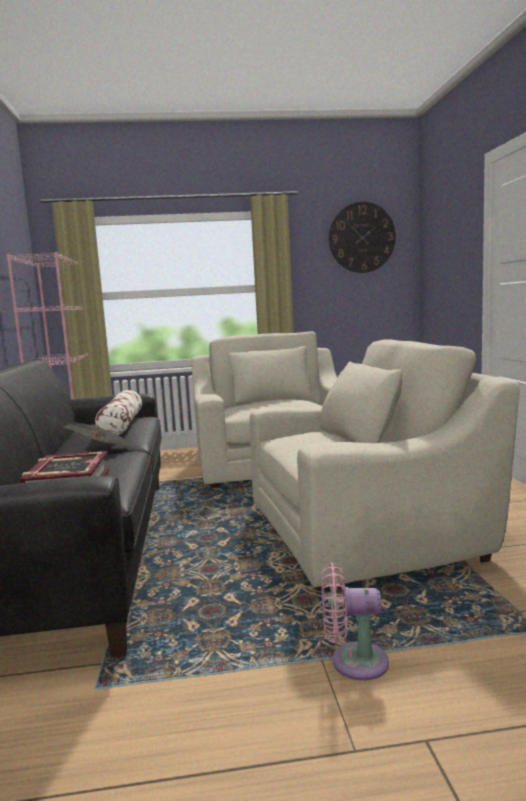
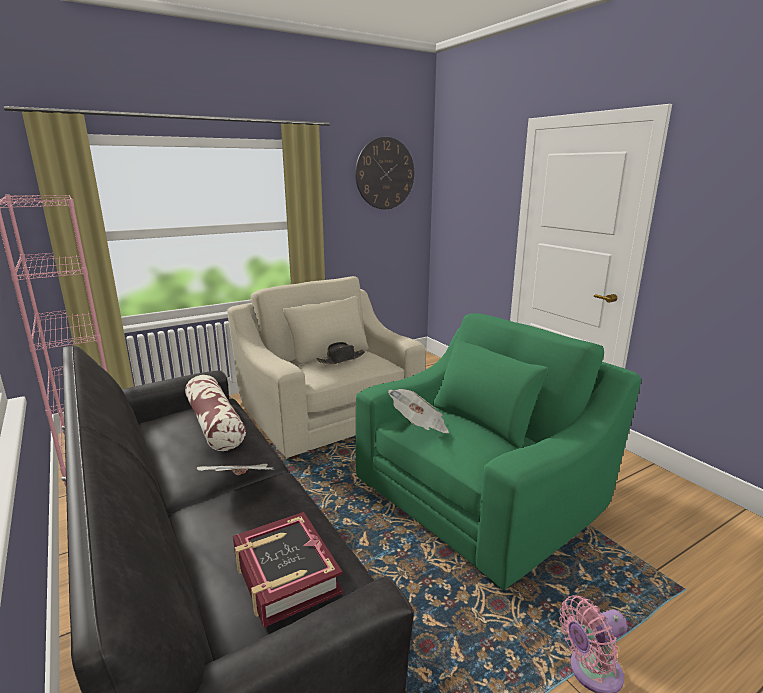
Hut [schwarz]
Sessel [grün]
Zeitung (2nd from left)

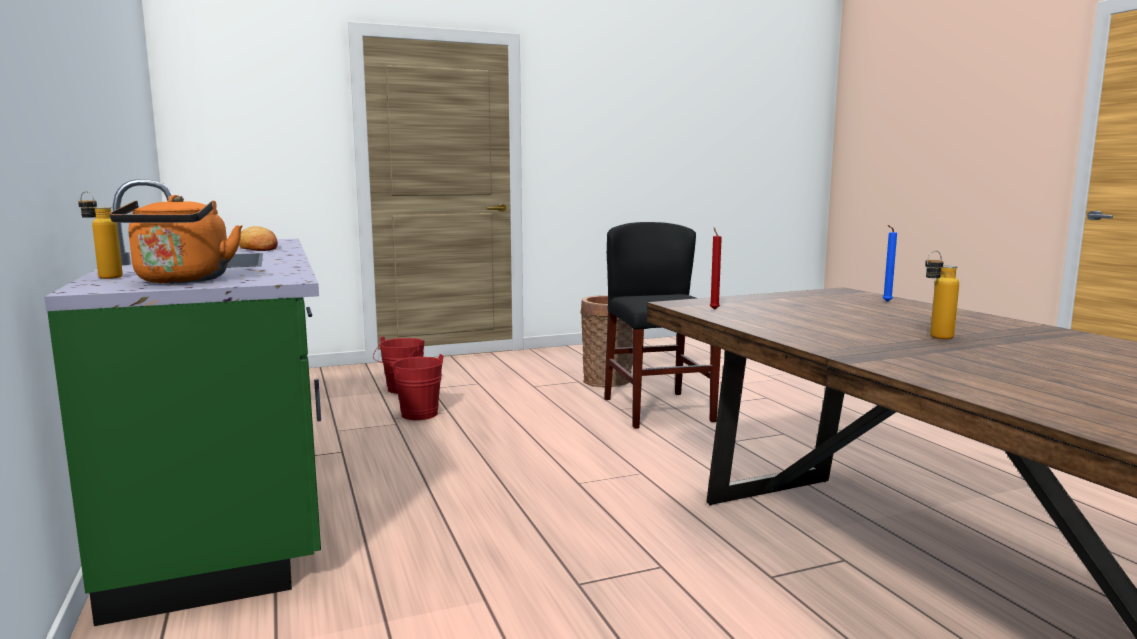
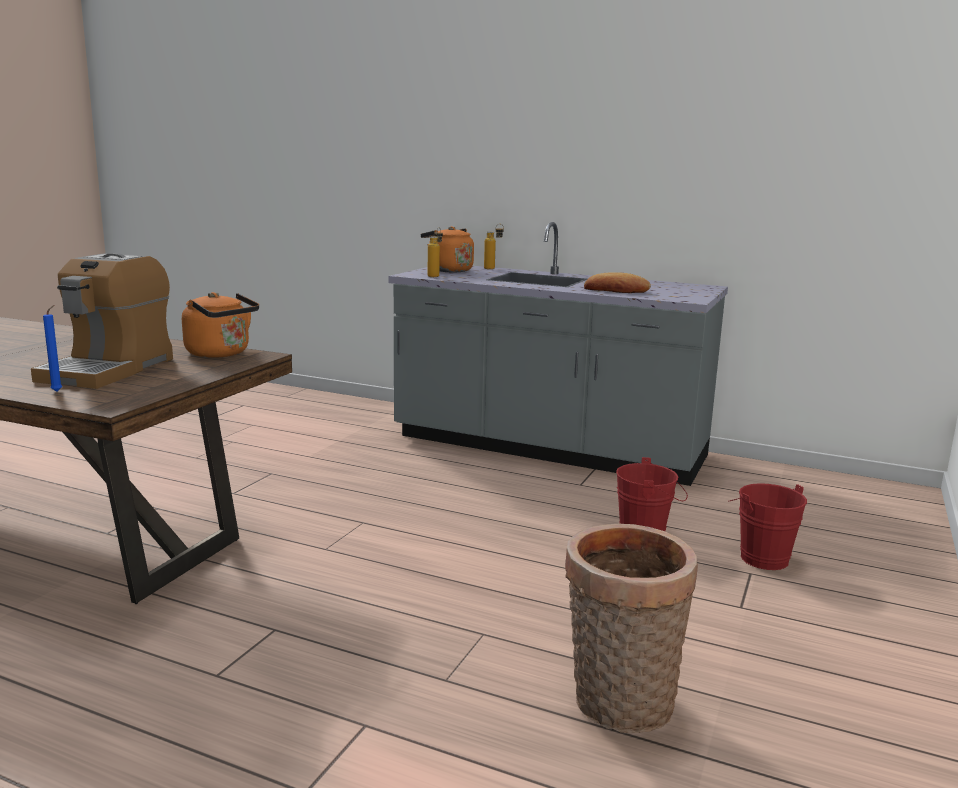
Kaffeemaschine
Wasserkessel [orange] (1st from left)
Küchenzeile [grau]
Flasche (1st from left)
Stuhl [schwarz]

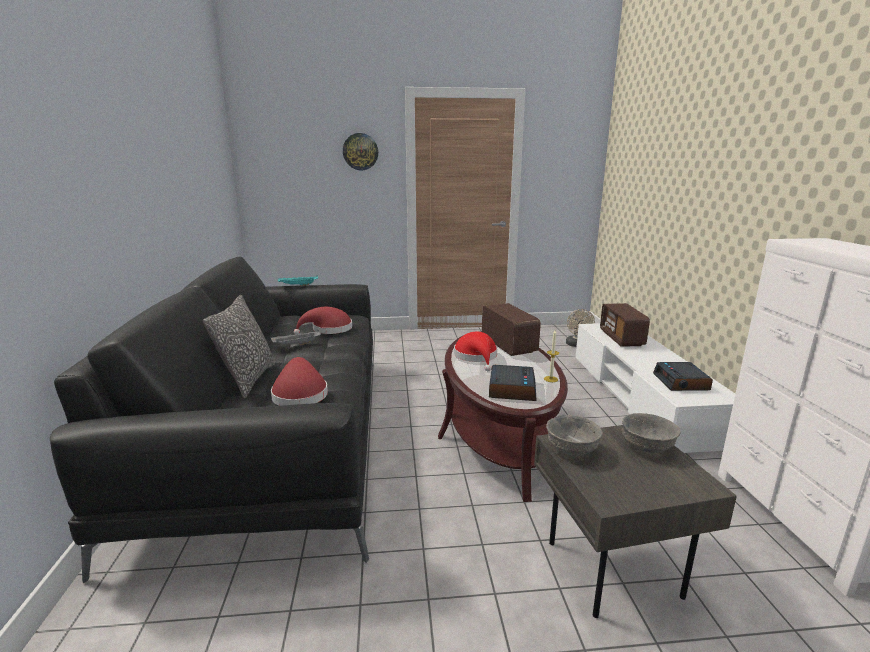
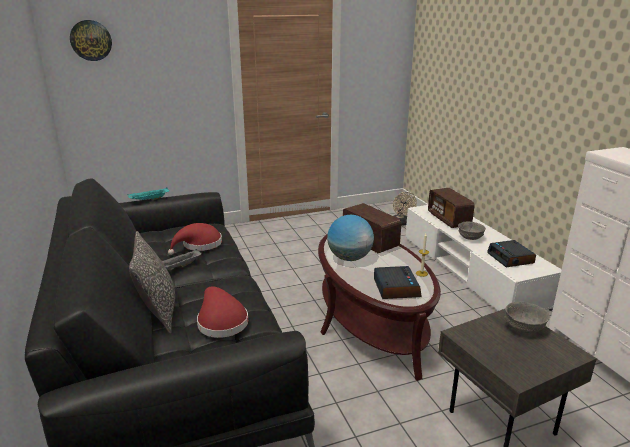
Wanduhr
Globus
Schüssel [grau] (1st from left)

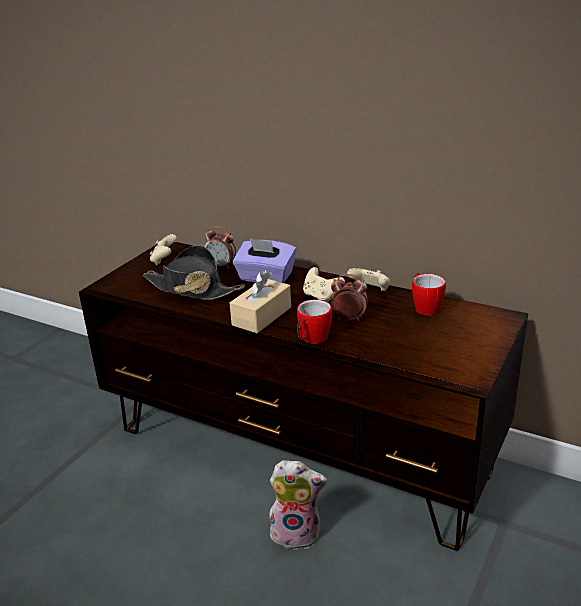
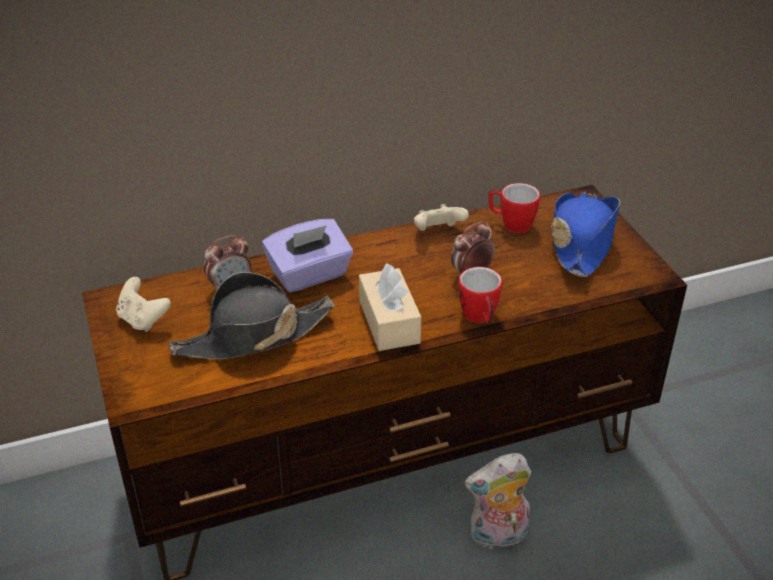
Plüschtier
Hut [blau]
Gamepad [beige] (2nd from left in the first image)

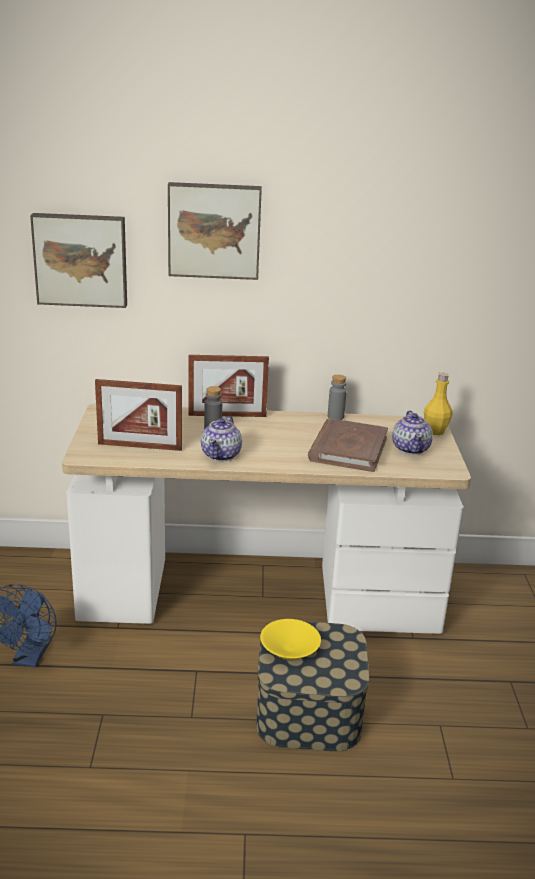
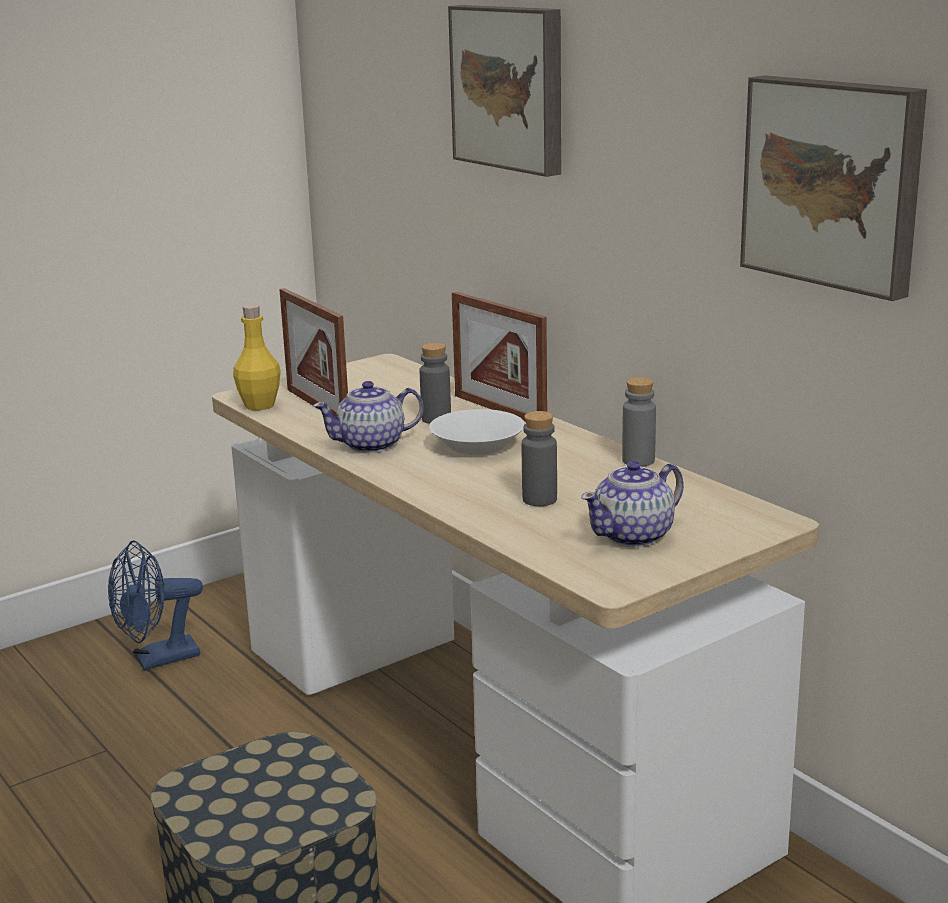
Flasche [gelb]
Schüssel [weiß]
Flasche [grau] (2nd from left)
Bild (2nd from left)
Schüssel [gelb]

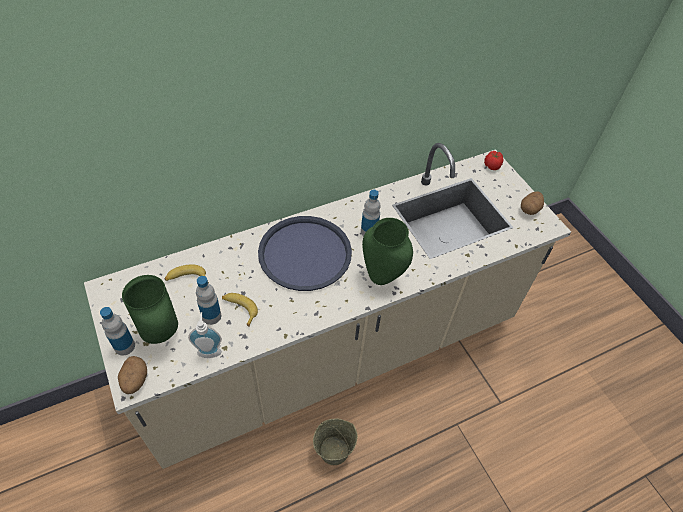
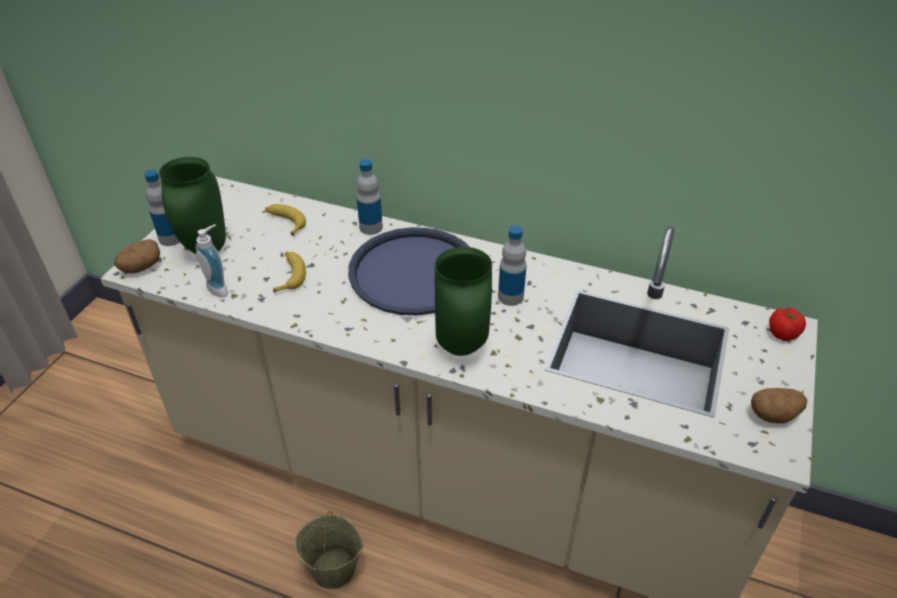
Flasche (2nd from left)

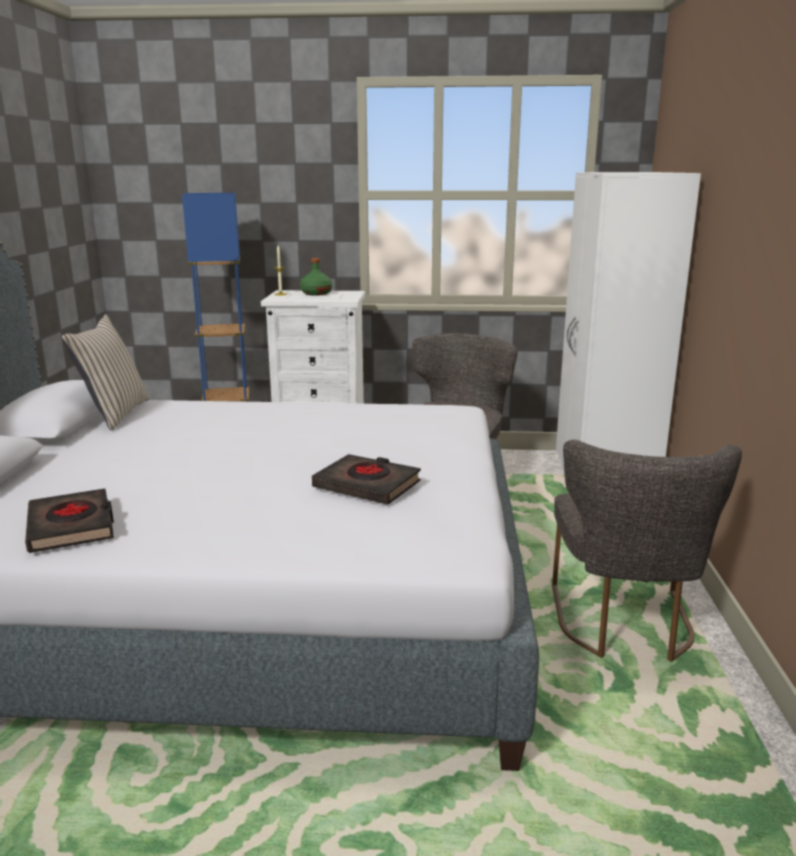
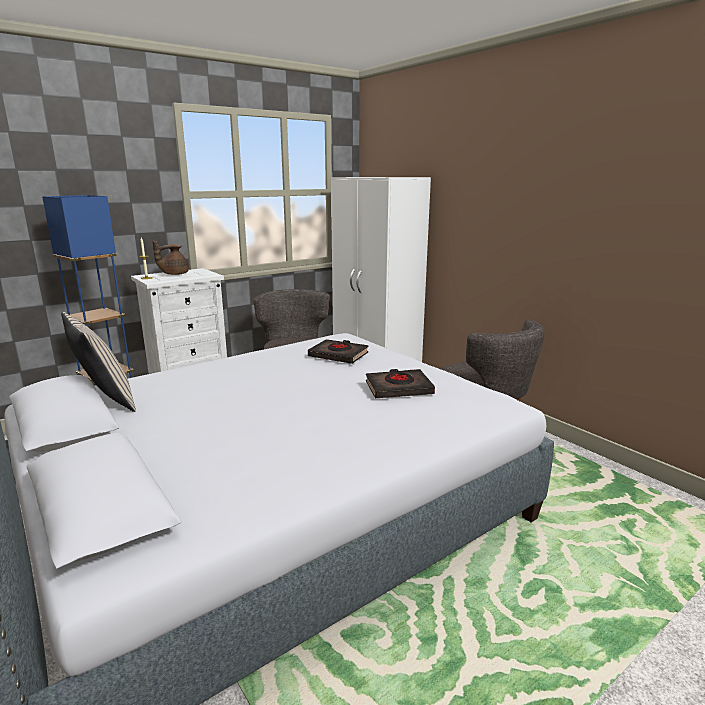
Teekanne [braun]
Buch [schwarz] (1st from left)

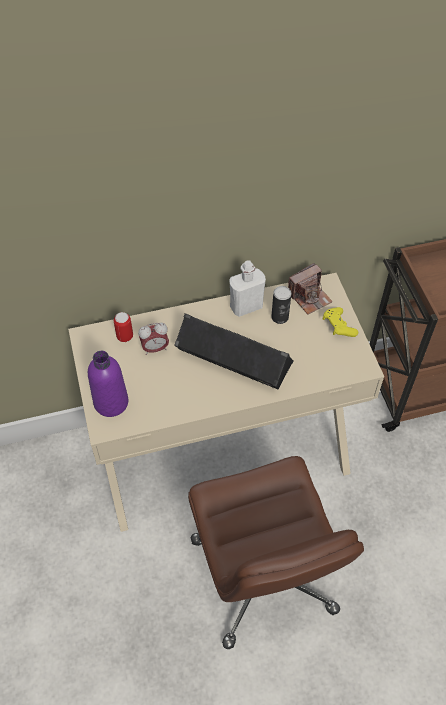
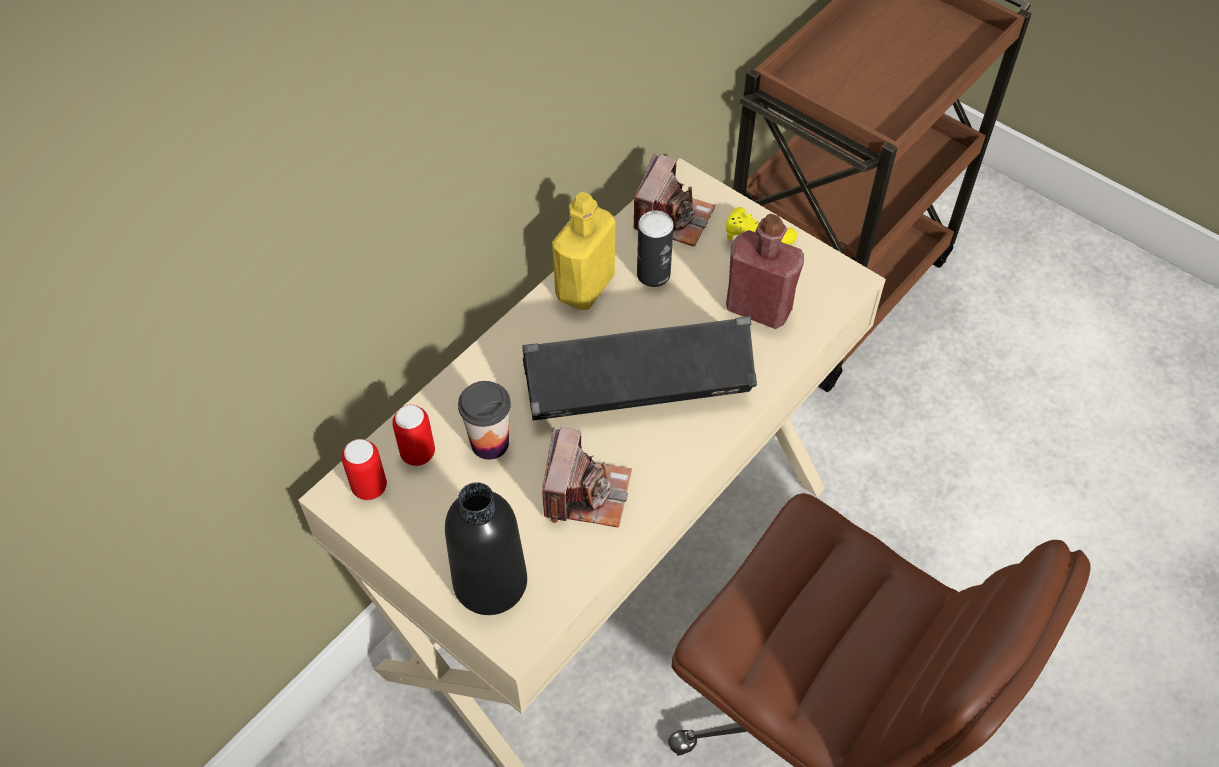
Dose (1st from left)
Flasche [schwarz]
Tasse
Kamera (1st from left)
Flasche [gelb]
Flasche [rot]

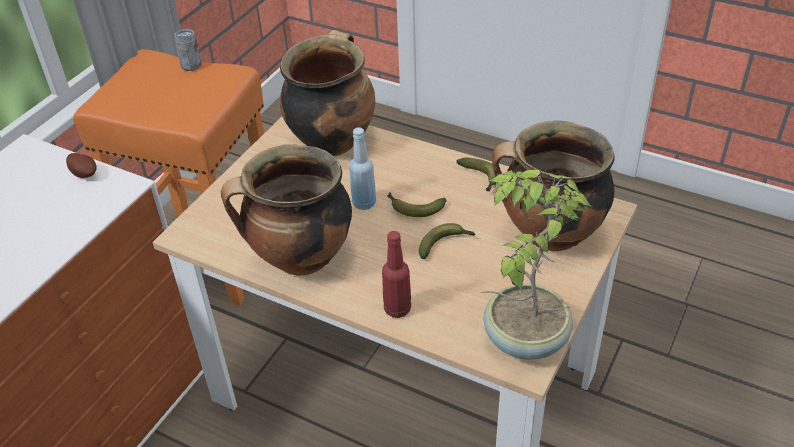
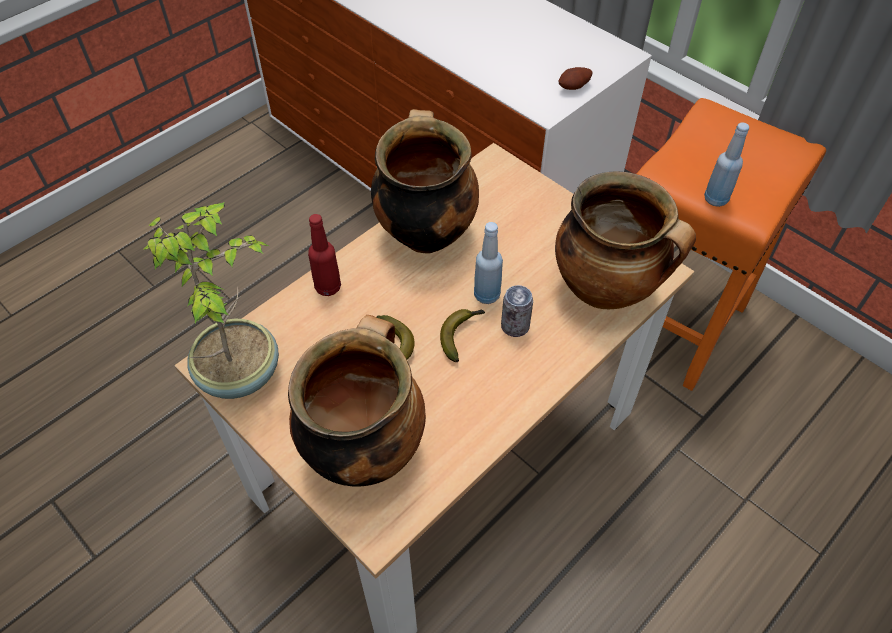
Dose
Flasche [blau] (2nd from left)
Banane (3rd from left in the first image)

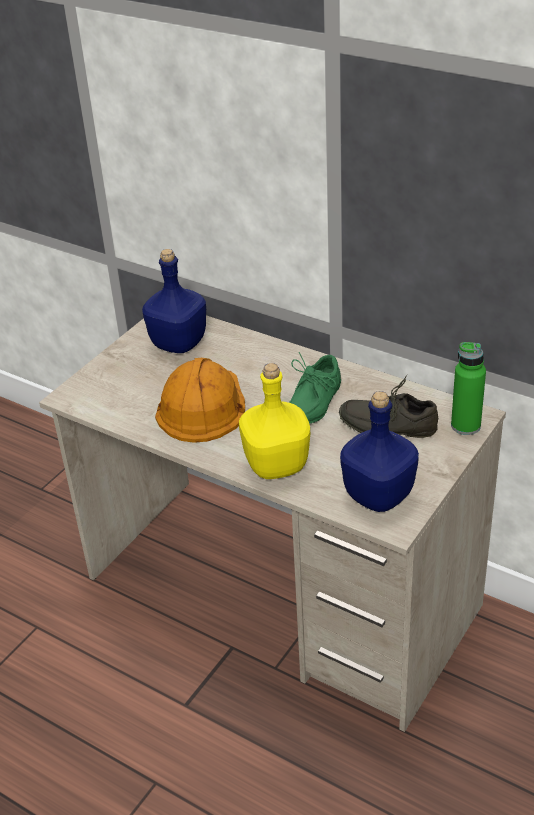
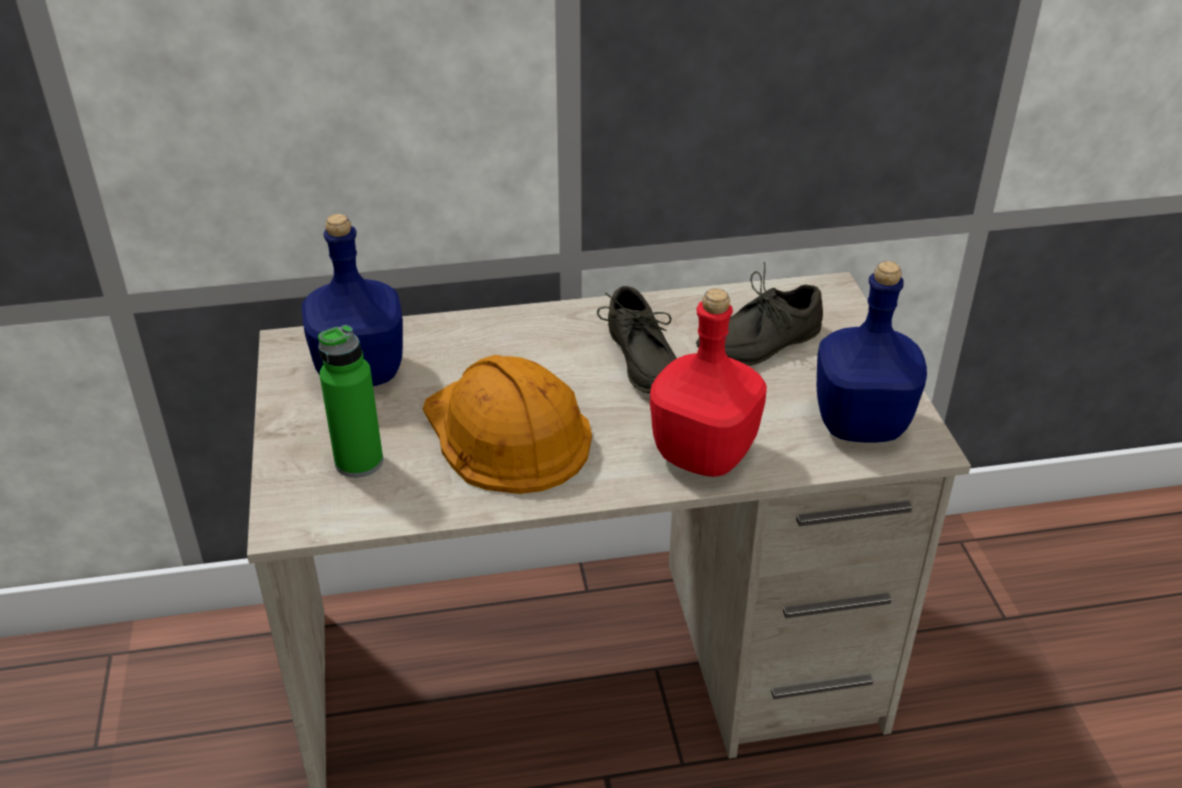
Flasche [grün]
Schuh [grau] (1st from left)
Flasche [rot]

